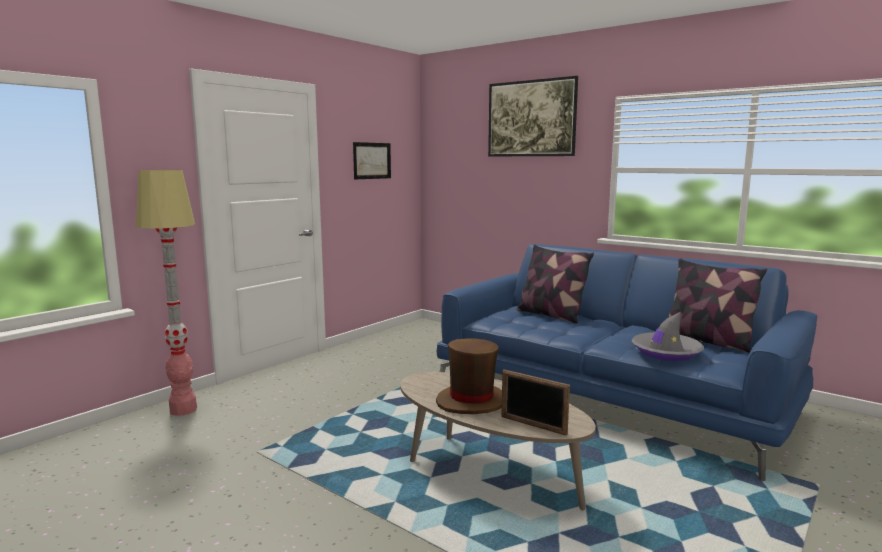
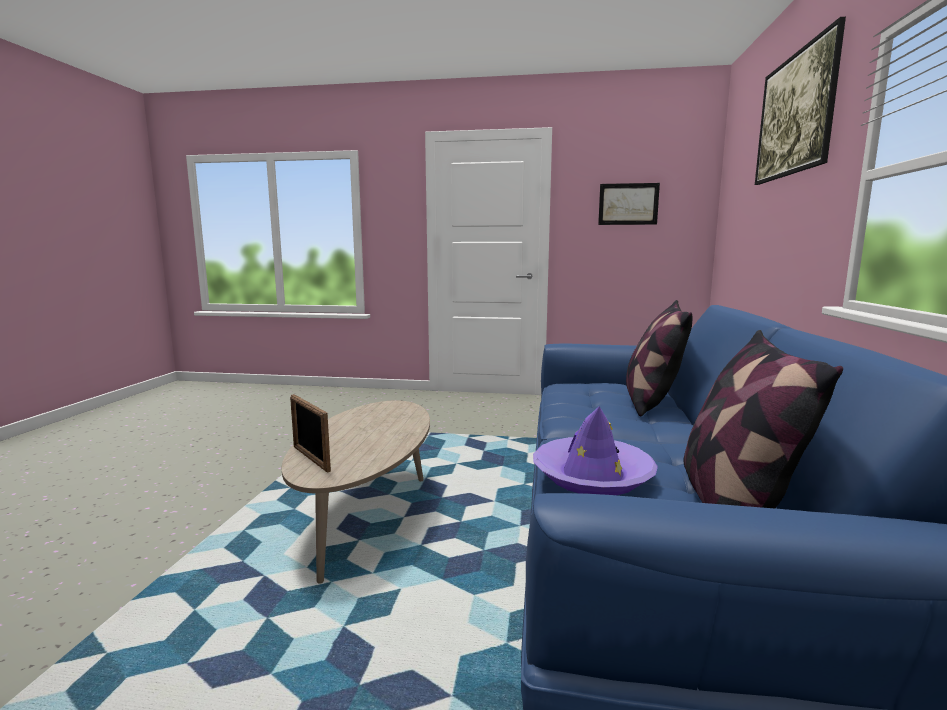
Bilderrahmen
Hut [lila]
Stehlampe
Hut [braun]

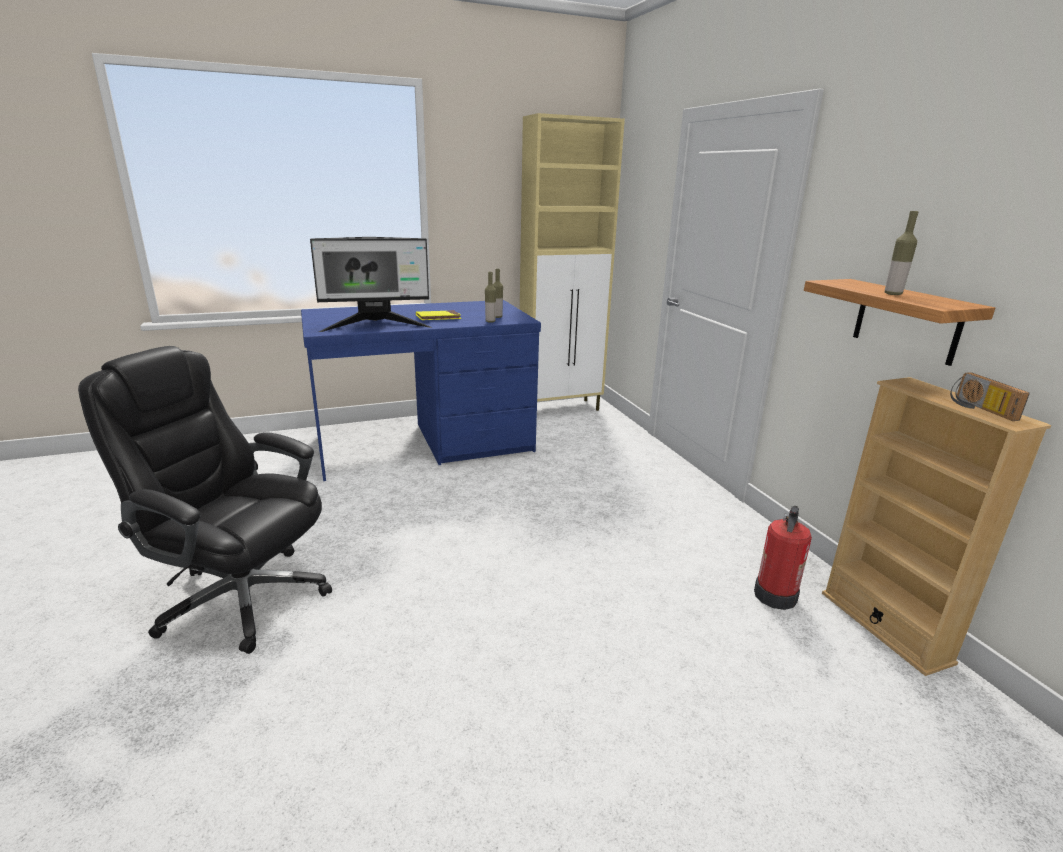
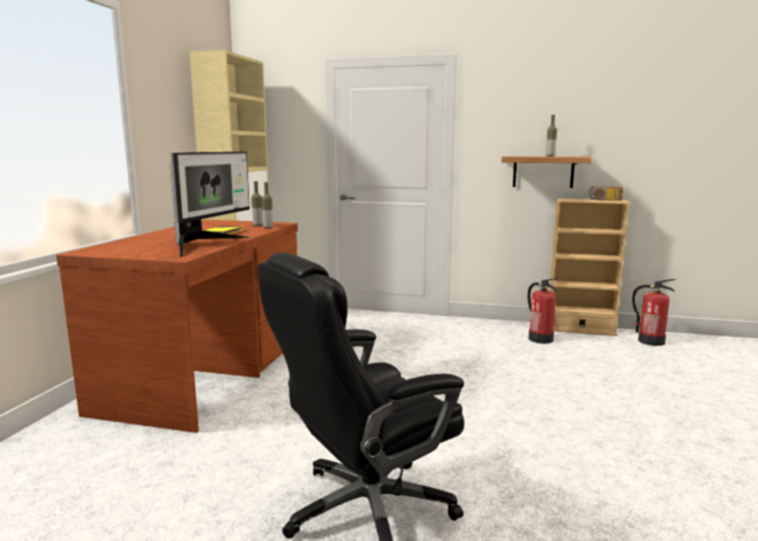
Schreibtisch [braun]
Feuerlöscher (2nd from left)

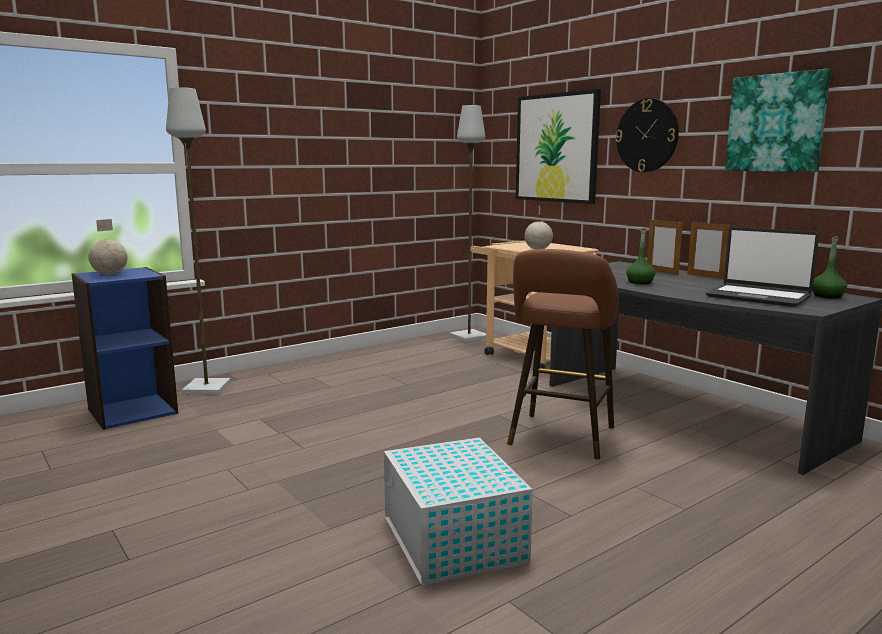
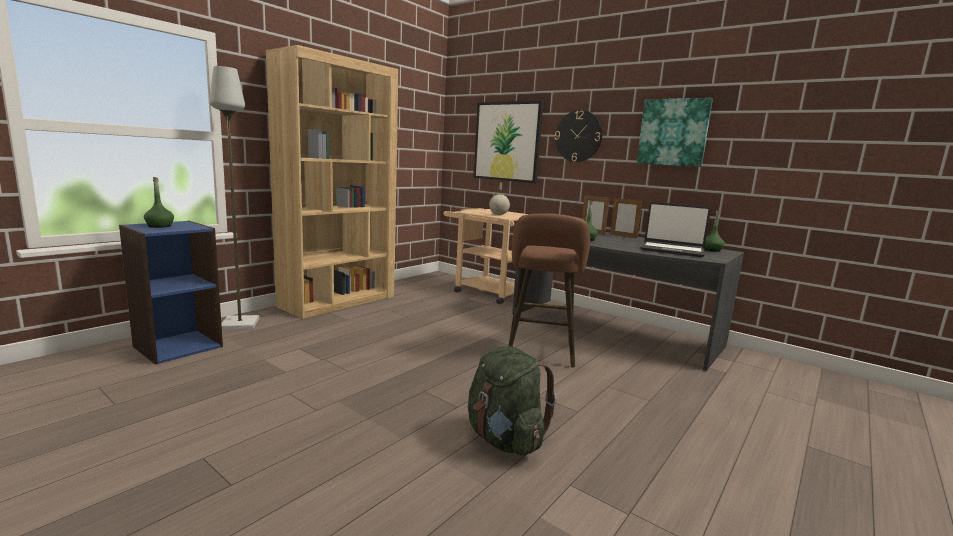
Flasche [grün] (1st from left)
Bücherregal [braun]
Rucksack [grün]
Stehlampe [grau] (2nd from left in the first image)

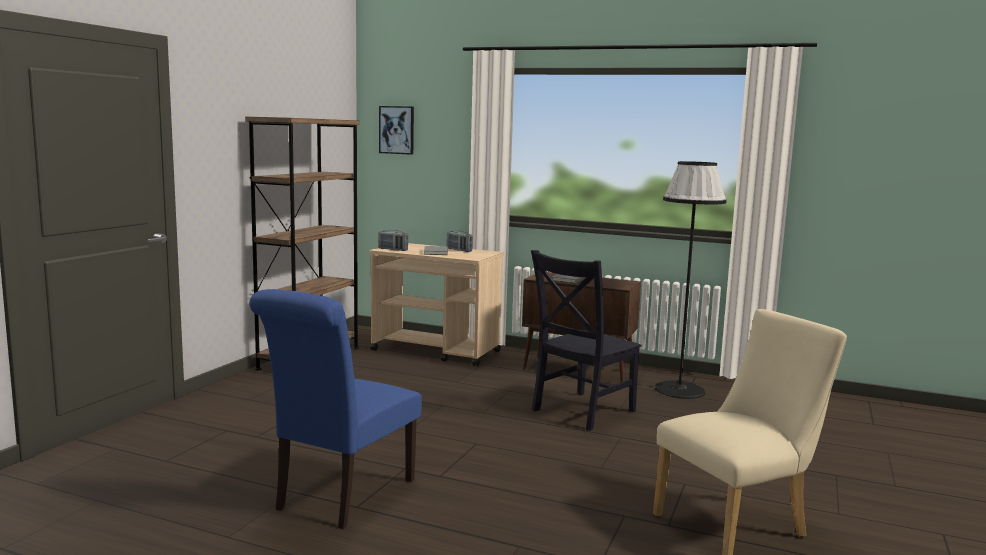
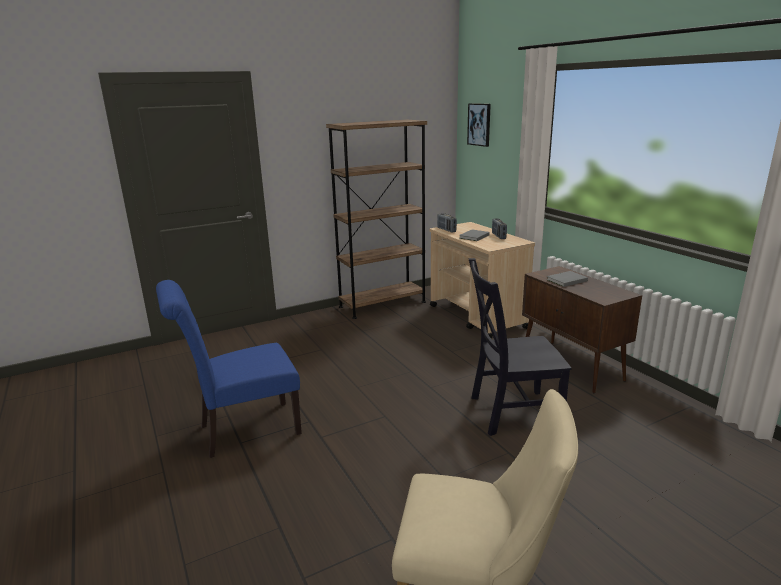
Stehlampe [schwarz]

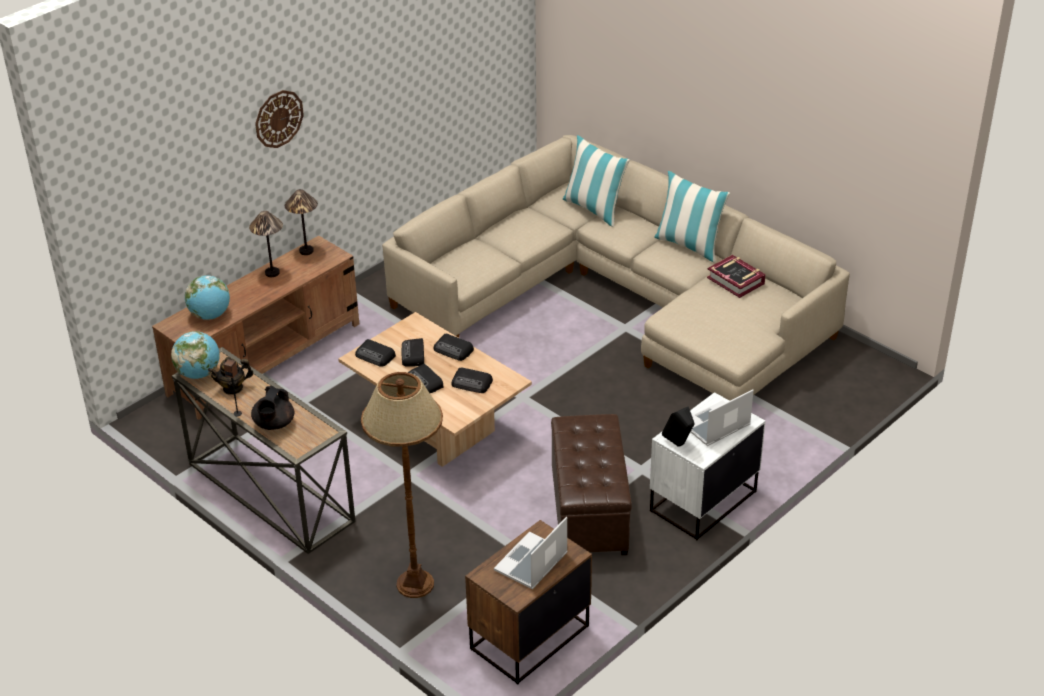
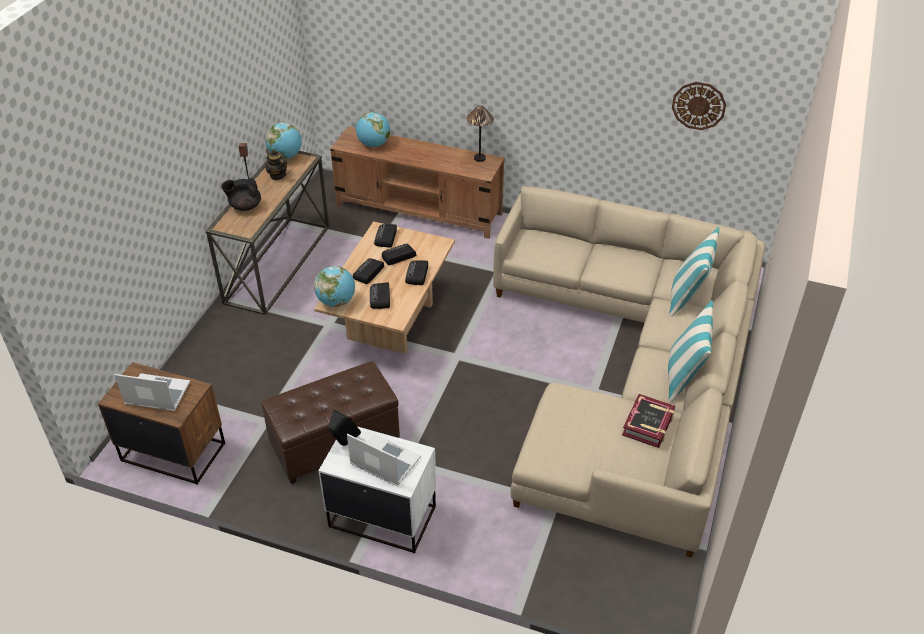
Globus (2nd from left)
Wanduhr
Tischlampe (1st from left in the first image)
Stehlampe [braun]

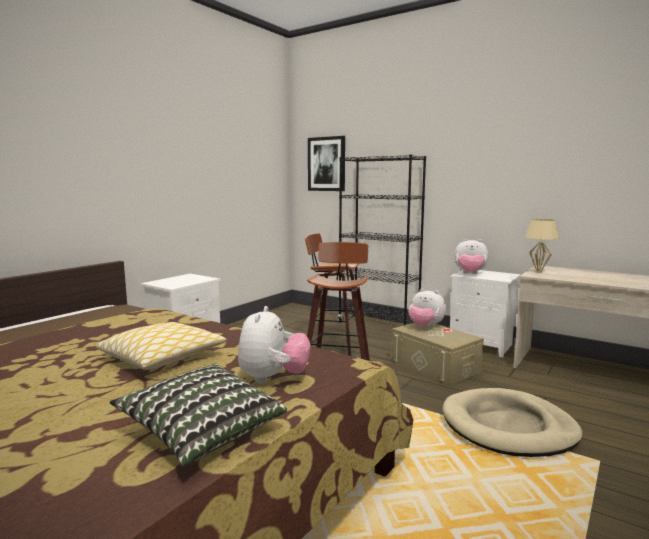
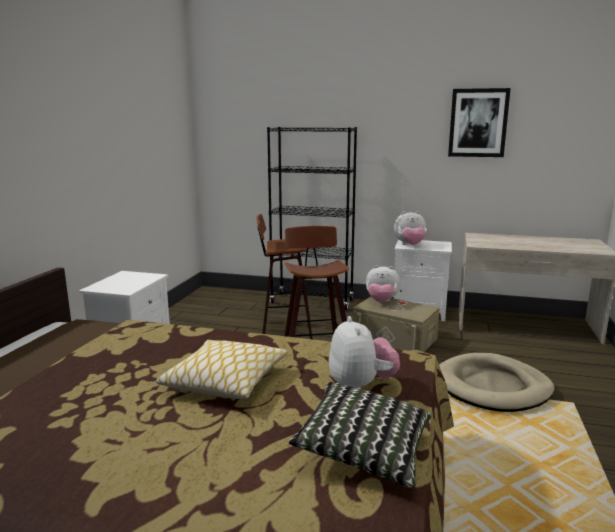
Bild
Tischlampe [beige]

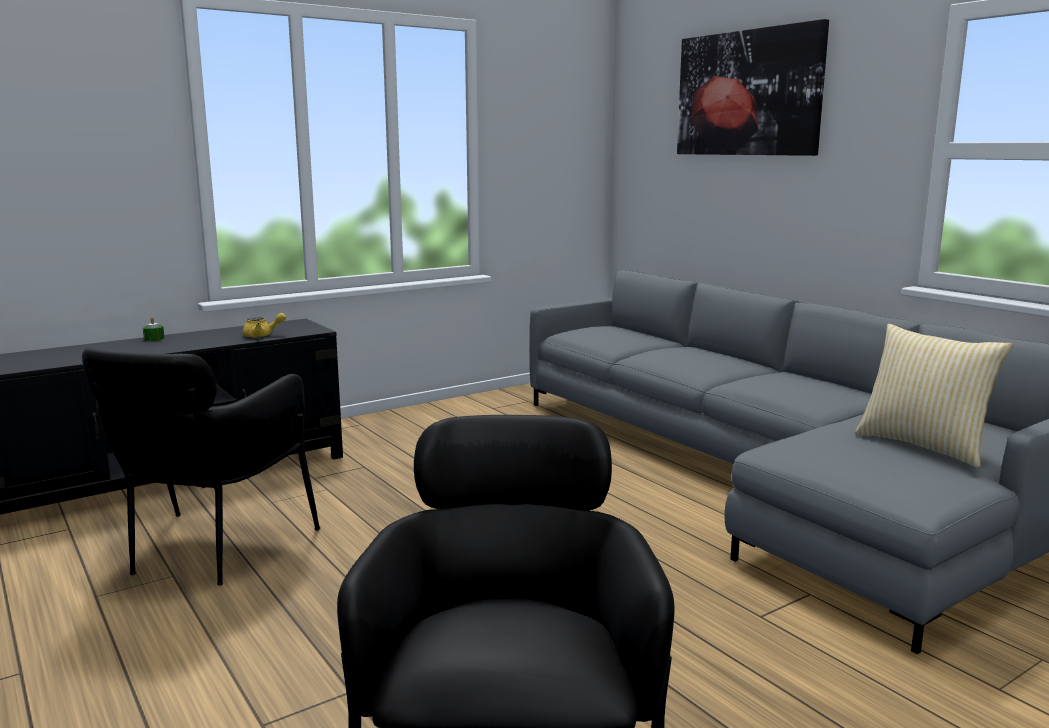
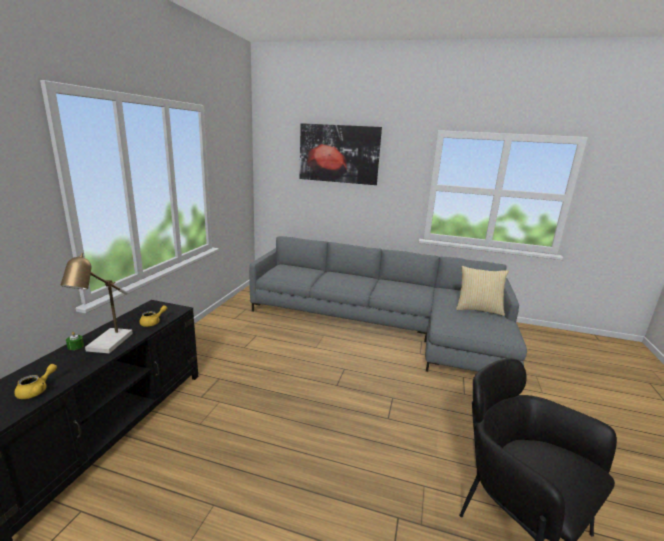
Teekanne [gelb] (1st from left)
Tischlampe
Sessel [schwarz] (1st from left in the first image)

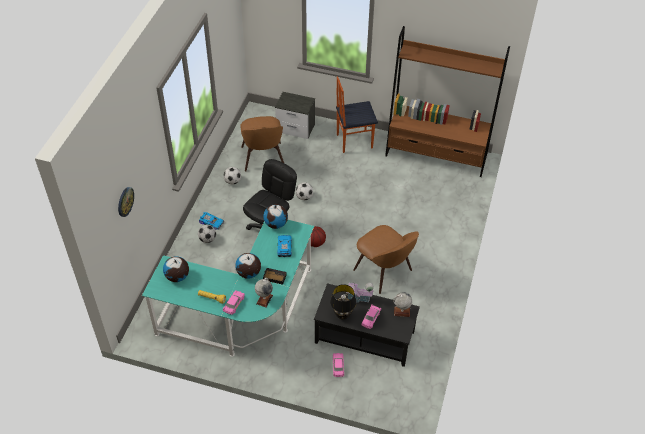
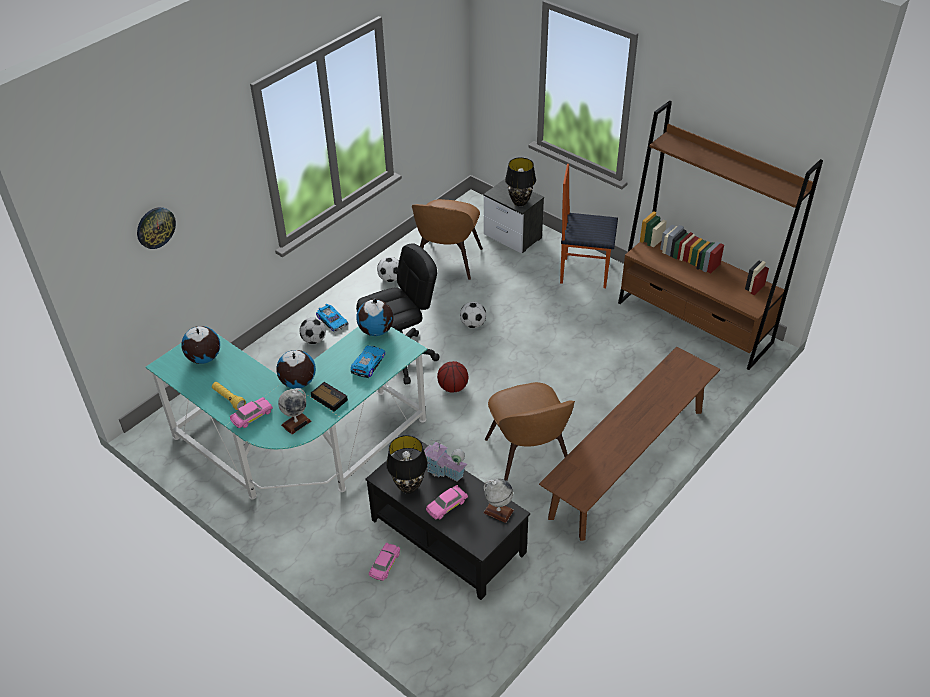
Tischlampe [schwarz] (2nd from left)
Bank [braun]

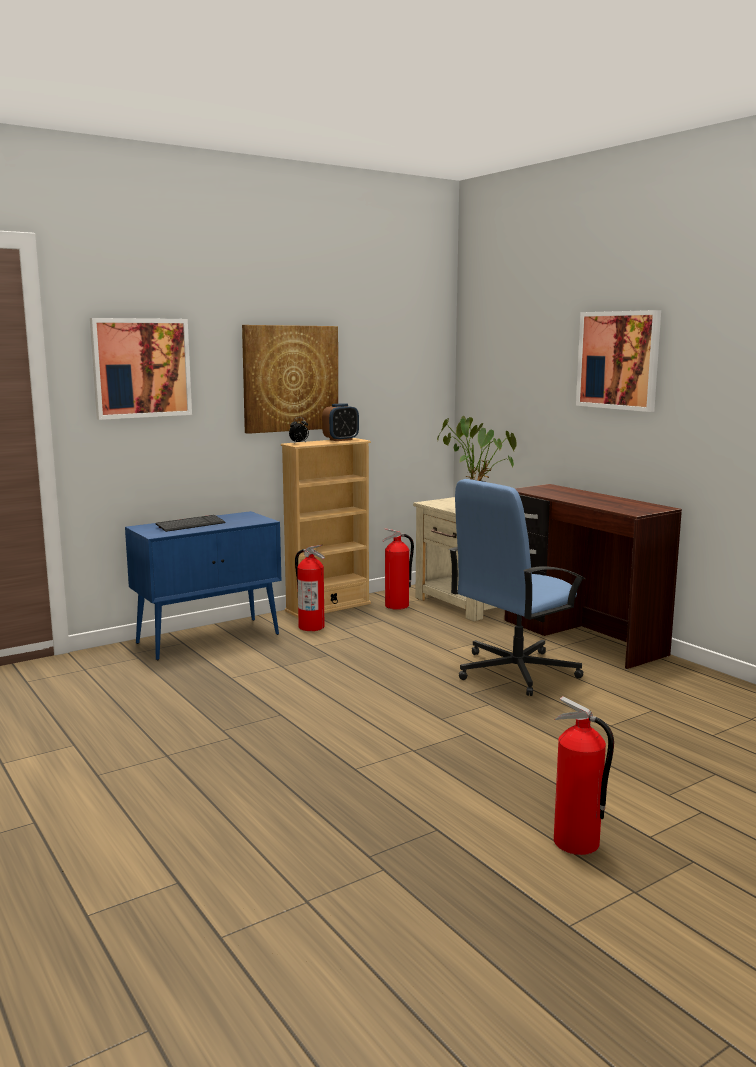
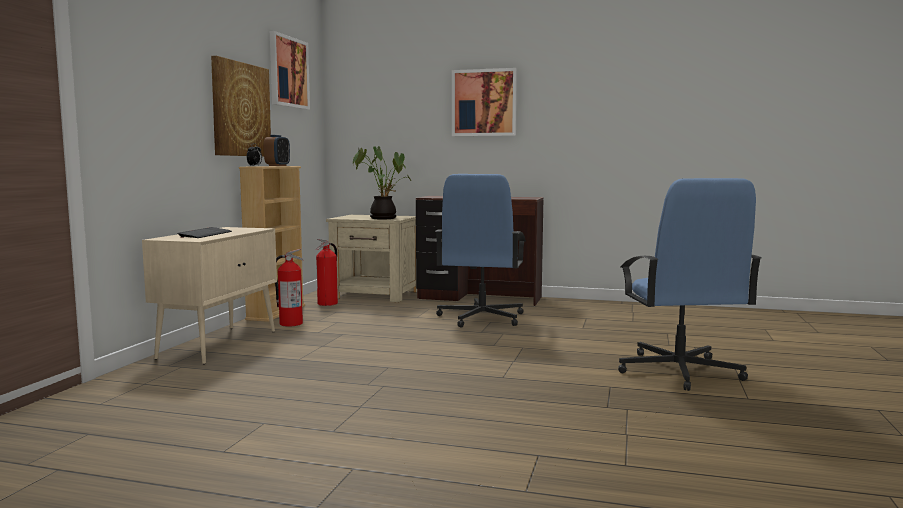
Schrank [beige]
Bild (2nd from left)
Bürostuhl [blau] (2nd from left)

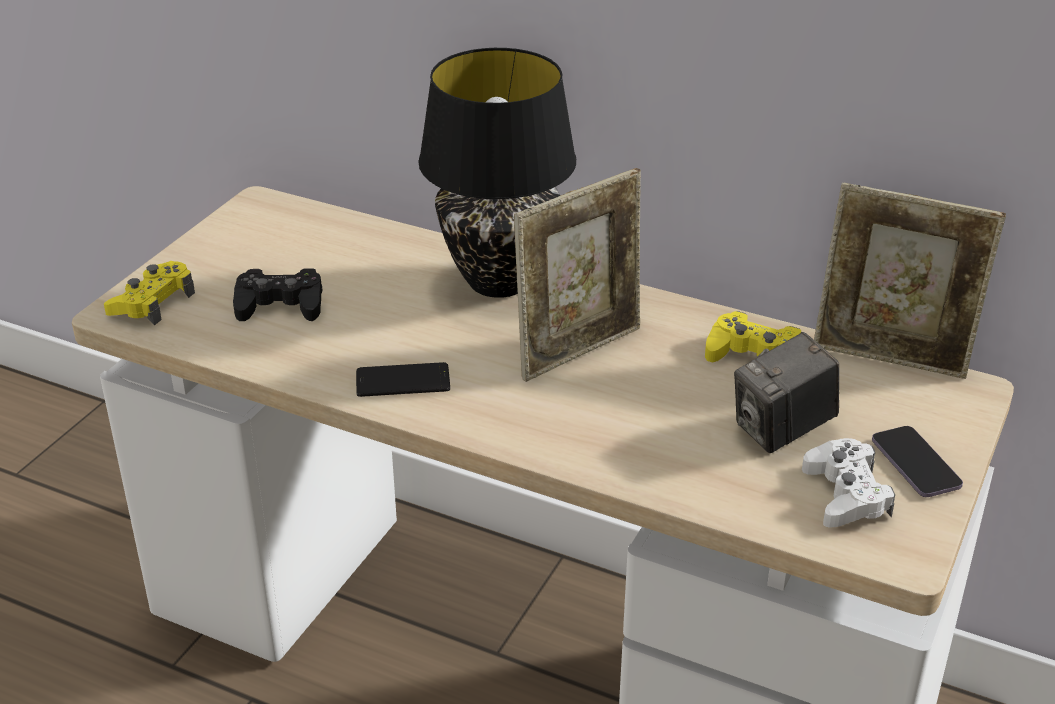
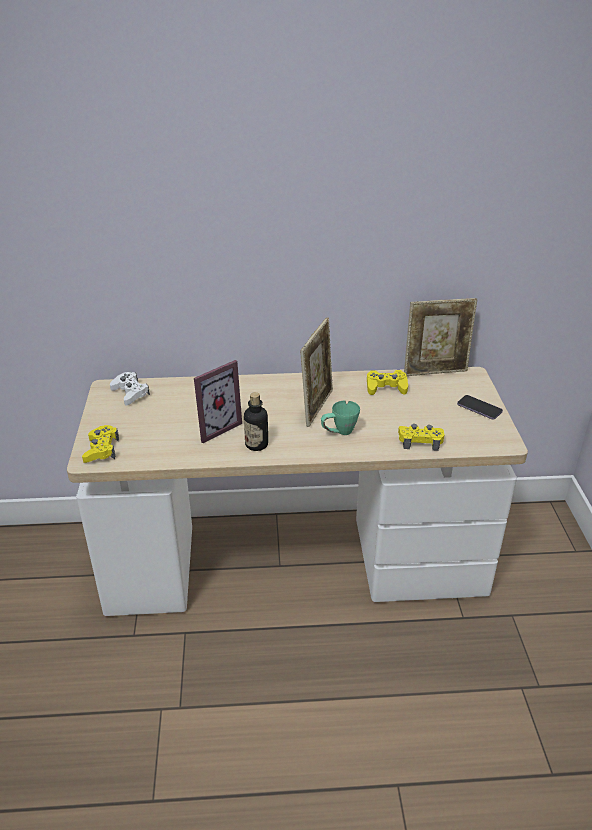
Gamepad [weiß]
Bilderrahmen (1st from left)
Flasche
Henkelbecher [grün]
Gamepad [gelb] (3rd from left)
Gamepad [schwarz]
Tischlampe [schwarz]
Kamera

